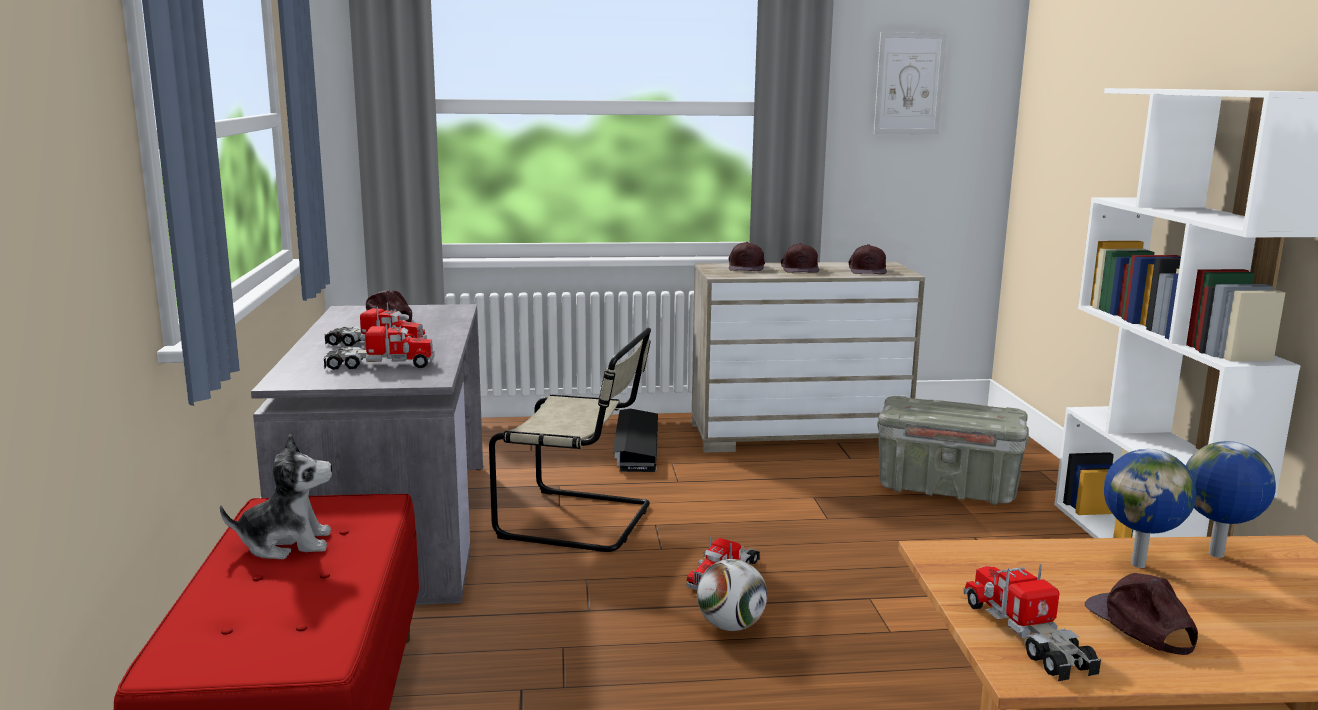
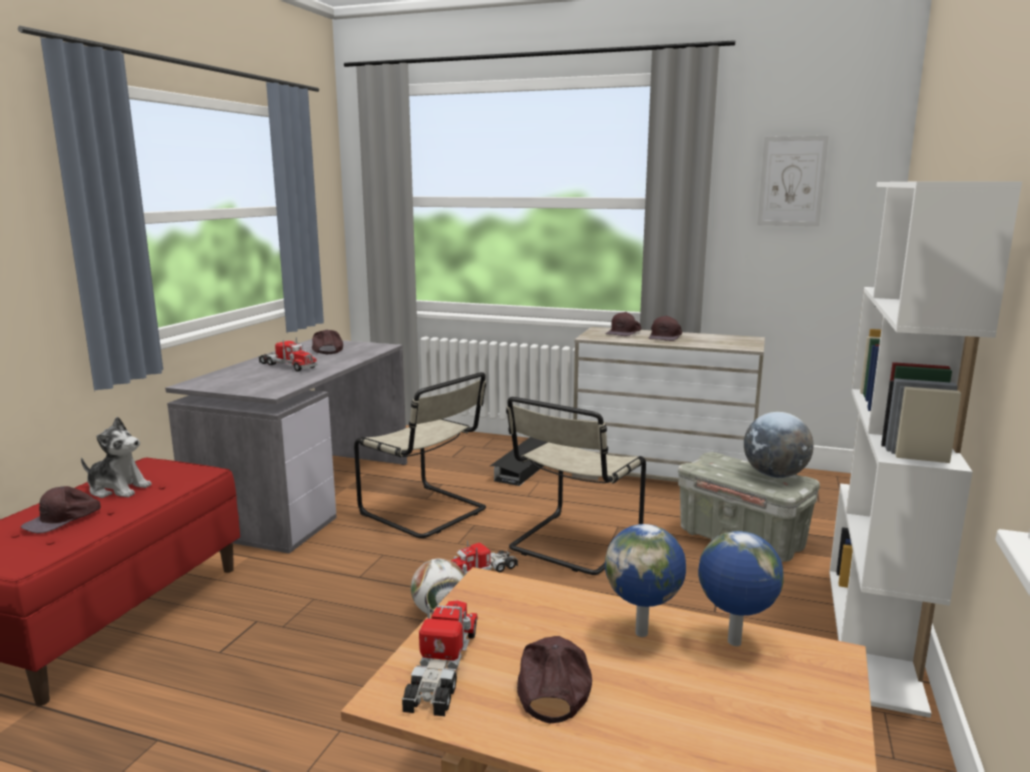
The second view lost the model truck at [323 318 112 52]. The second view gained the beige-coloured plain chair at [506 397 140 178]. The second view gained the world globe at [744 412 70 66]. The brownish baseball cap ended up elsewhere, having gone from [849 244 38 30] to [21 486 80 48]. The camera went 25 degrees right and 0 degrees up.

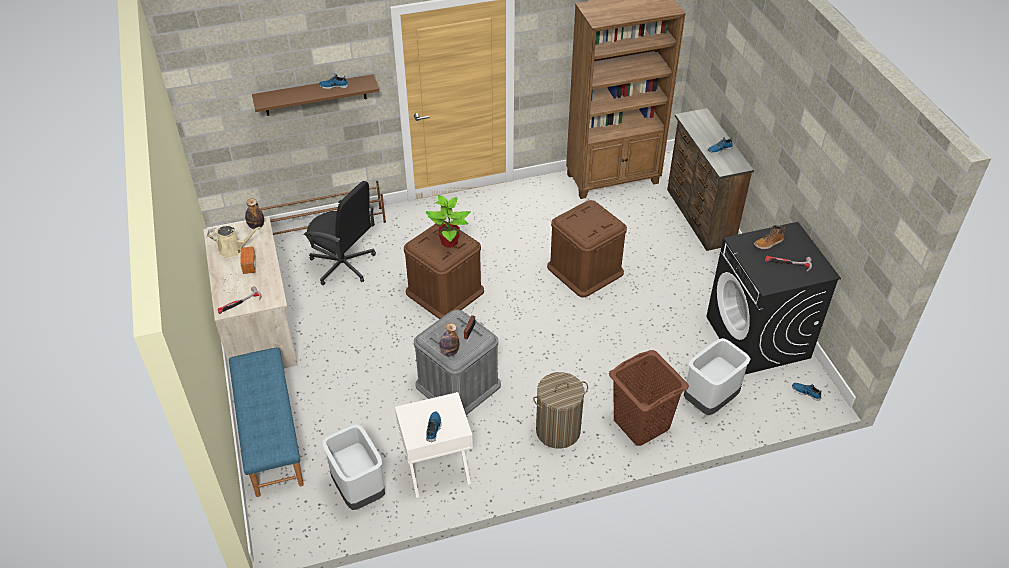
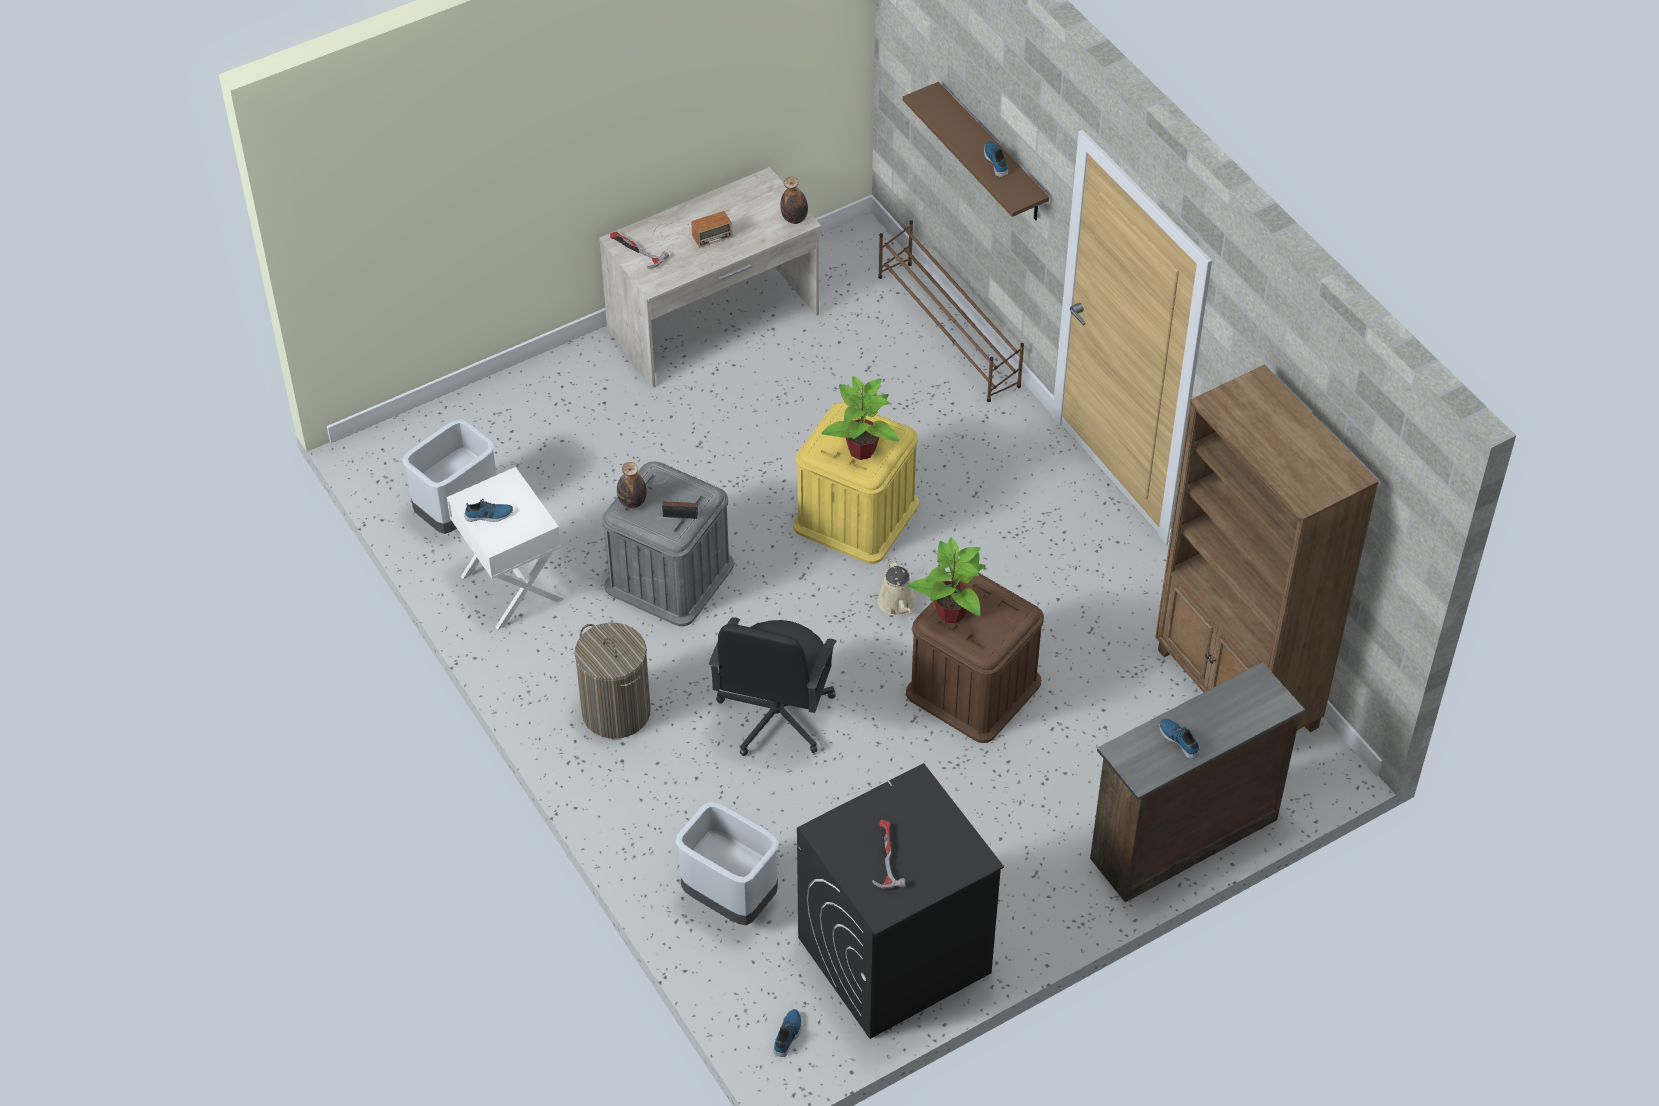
The second view lost the bluish bench at [229 347 75 150]. The second view lost the brownish washing basket at [609 350 80 96]. The second view lost the tall boot at [754 225 32 24]. The second view gained the potted plant at [907 537 79 86]. The beige-coloured sprinkling can ended up elsewhere, having gone from [207 226 53 32] to [878 556 38 60]. The black computer chair ended up elsewhere, having gone from [303 181 73 104] to [709 617 127 139]. What was the brownish storage container at [404 221 80 98] turned into the yellow-coloured storage container at [793 402 126 162]. The camera went 75 degrees right and 5 degrees up.

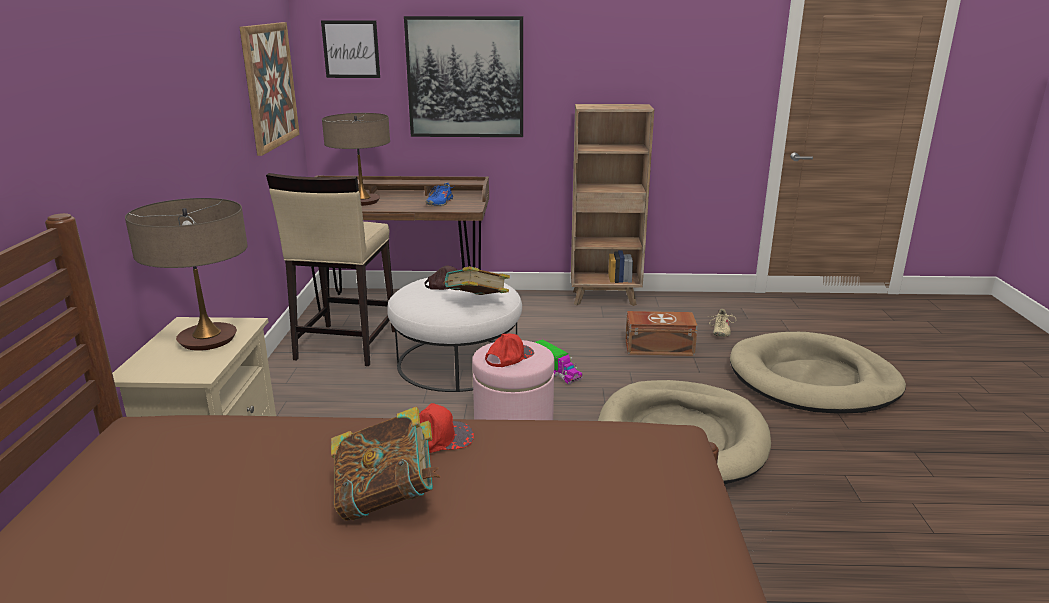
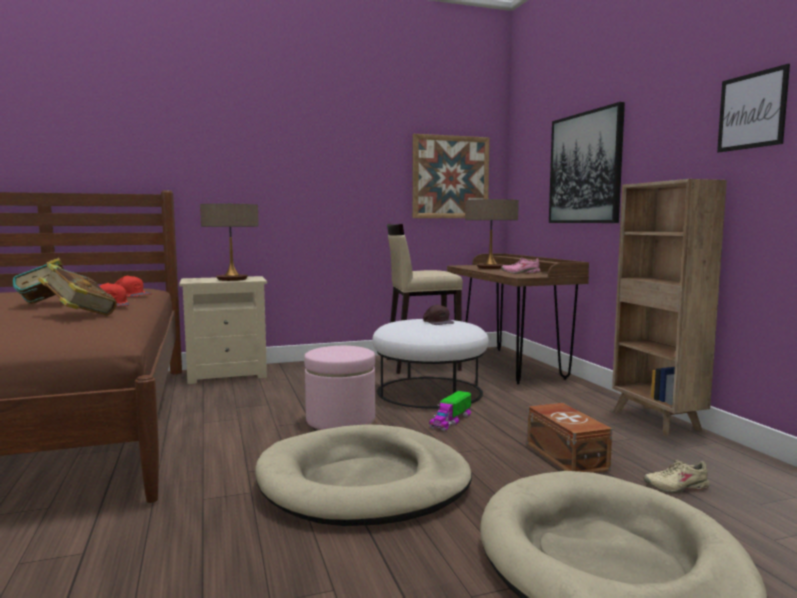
The picture ended up elsewhere, having gone from [321 20 59 58] to [717 64 73 88]. The volume ended up elsewhere, having gone from [444 266 66 29] to [38 263 79 53]. The red baseball cap ended up elsewhere, having gone from [485 334 49 33] to [115 275 37 22]. What was the bluish item of footwear at [426 182 27 24] turned into the pink item of footwear at [501 257 39 17]. The camera went 70 degrees right and 15 degrees down.

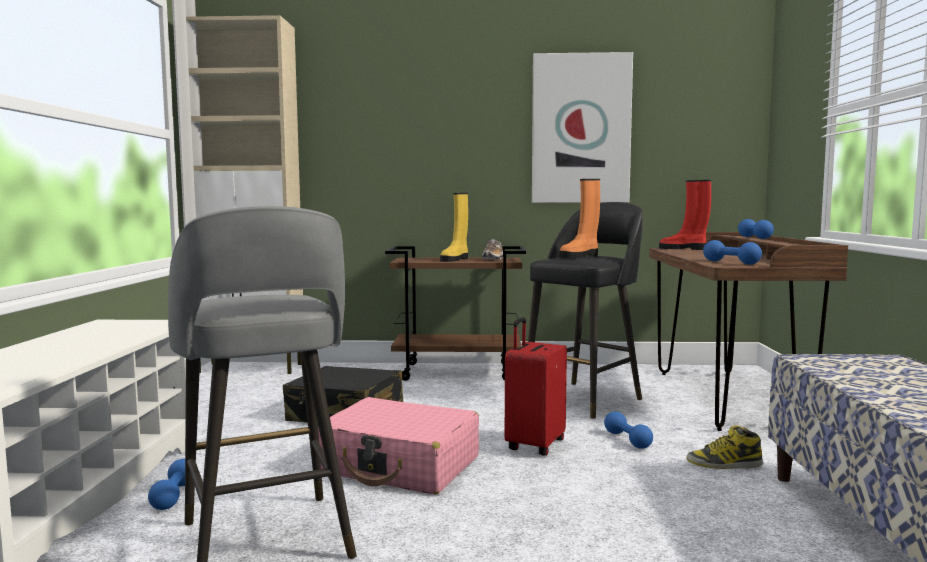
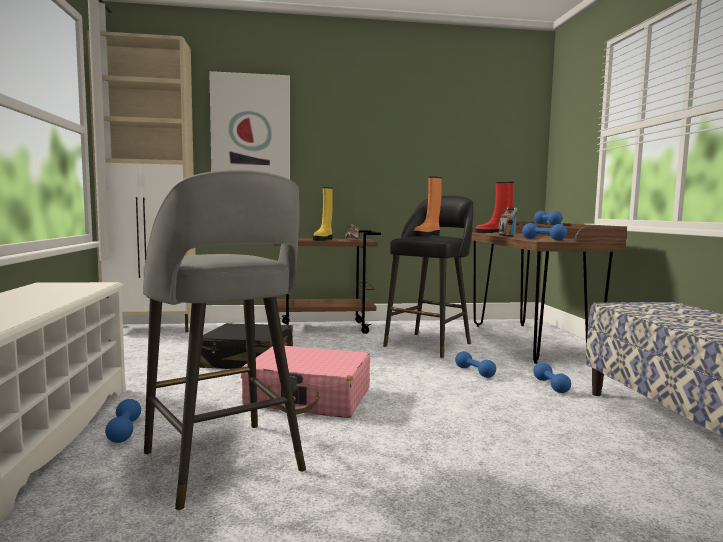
The second view lost the red piece of luggage at [505 317 62 139]. The second view gained the radio set at [499 207 19 30]. The picture ended up elsewhere, having gone from [532 52 101 151] to [209 71 81 109]. Where the tall boot stood at [686 425 77 44], the bluish free weight came to stand at [533 362 38 31]. The camera went 10 degrees left and 0 degrees up.

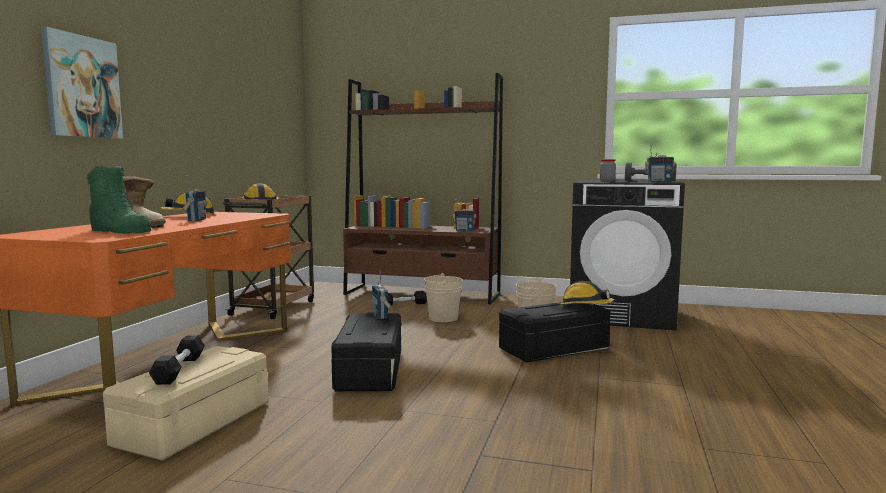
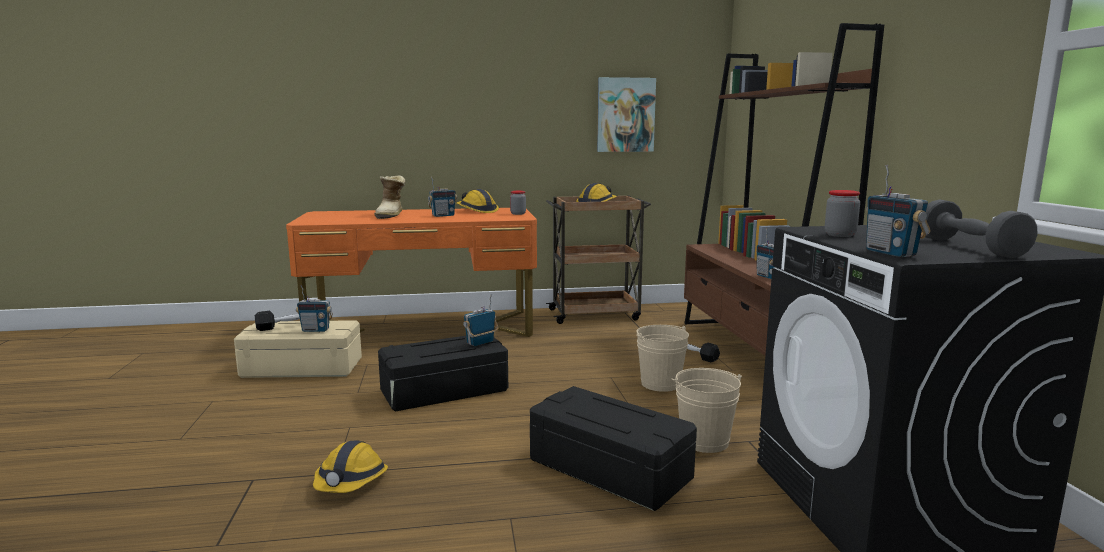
The second view lost the greenish tall boot at [87 166 65 68]. The second view gained the radio set at [296 285 37 47]. The second view gained the jar at [510 191 16 24]. The picture ended up elsewhere, having gone from [41 27 82 112] to [597 77 59 75]. The safety helmet ended up elsewhere, having gone from [561 281 53 24] to [313 440 75 53]. The camera went 65 degrees right and 5 degrees up.

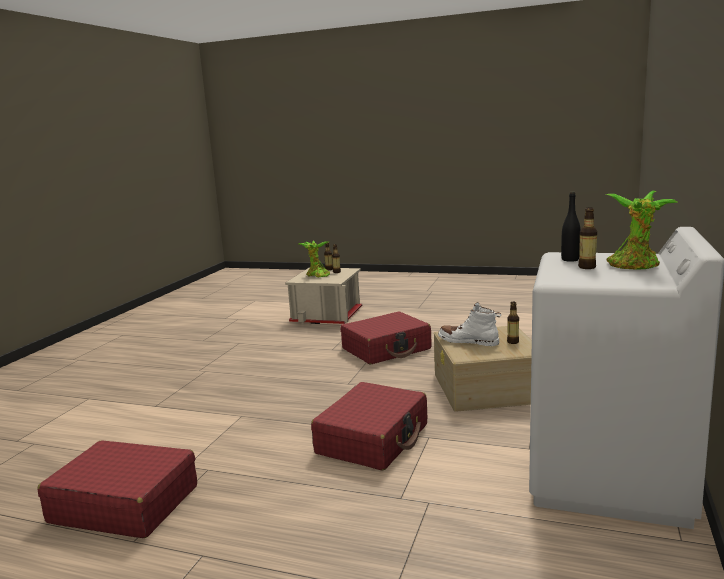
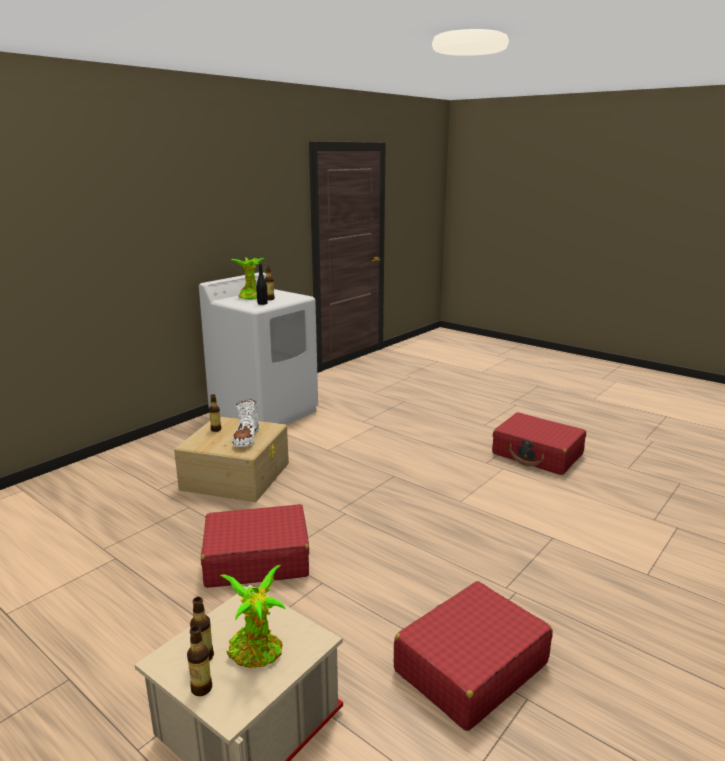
The red piece of luggage ended up elsewhere, having gone from [311 382 116 89] to [394 581 159 150]. The white tall boot at [438 302 63 44] ended up facing another way, 45 degrees clockwise from before. The camera went 160 degrees left and 5 degrees up.

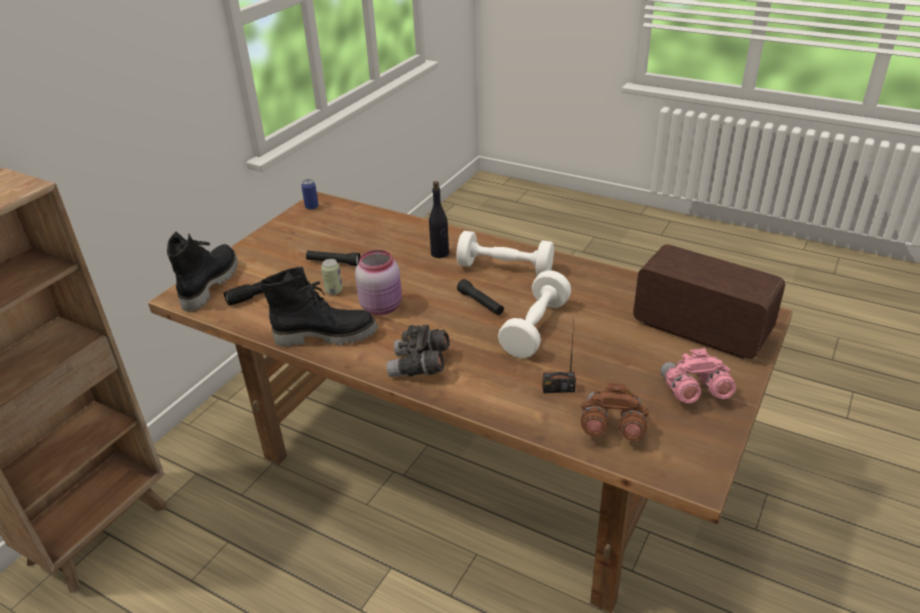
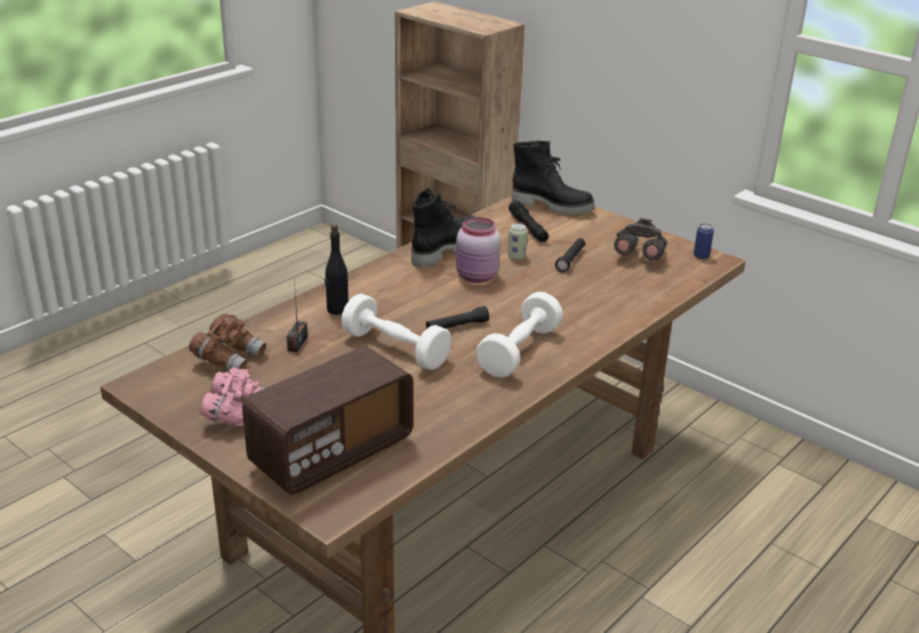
The gray binoculars ended up elsewhere, having gone from [387 325 63 52] to [614 218 53 42]. The black beverage bottle ended up elsewhere, having gone from [429 181 20 77] to [325 224 23 91]. The black tall boot at [260 267 118 80] ended up facing another way, 150 degrees counterclockwise from before. The camera went 100 degrees right and 5 degrees down.

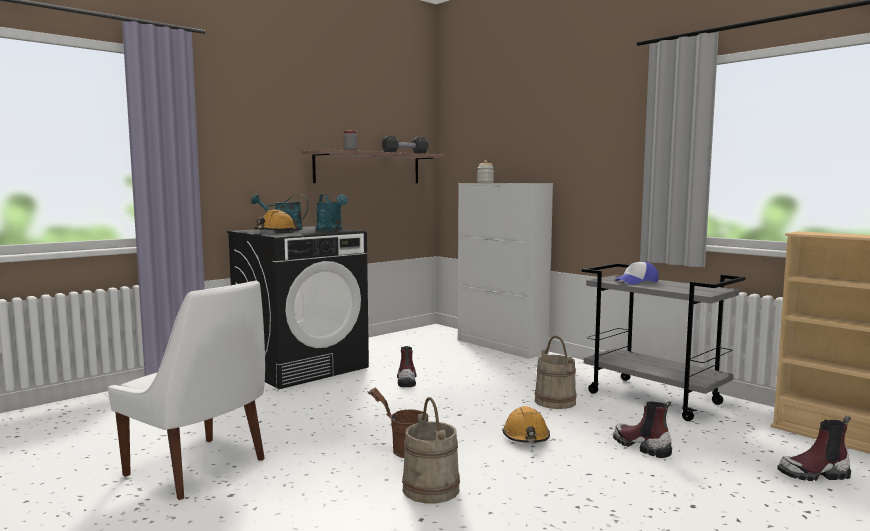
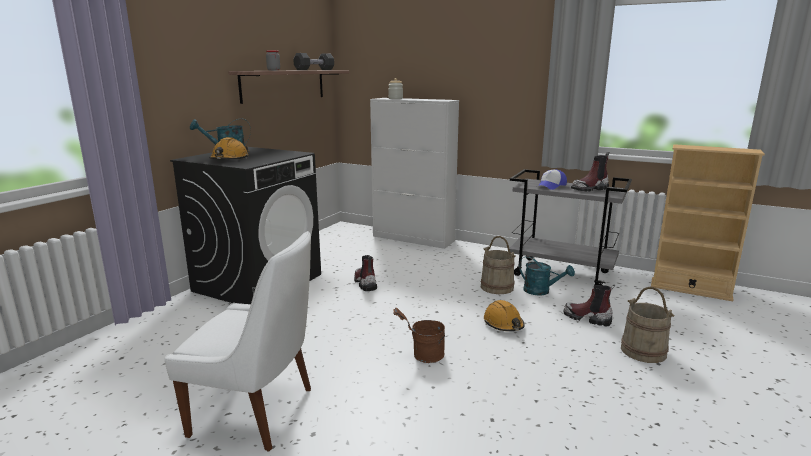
The blue-green sprinkling can ended up elsewhere, having gone from [316 194 32 37] to [519 256 56 40]. The beige-coloured water bucket ended up elsewhere, having gone from [402 397 58 106] to [621 287 54 76]. The tall boot ended up elsewhere, having gone from [777 416 74 65] to [571 152 39 39]. The camera went 20 degrees left and 10 degrees up.

